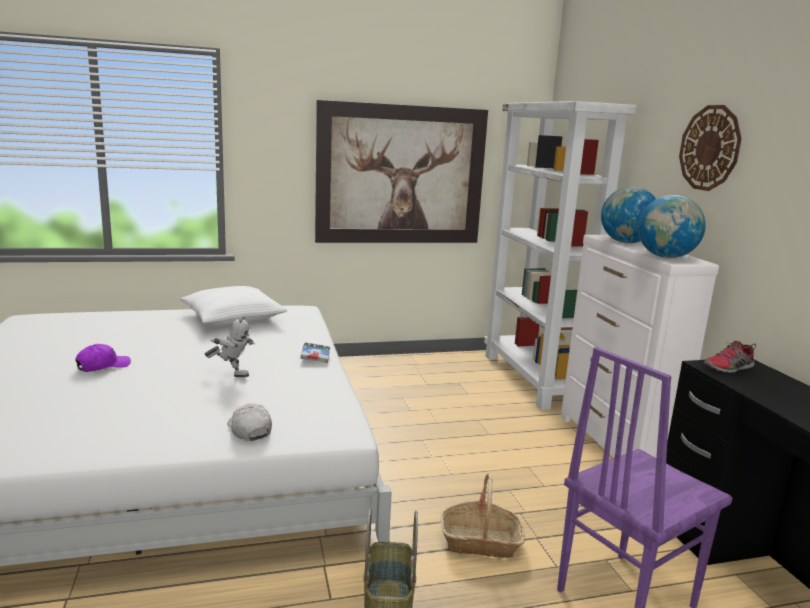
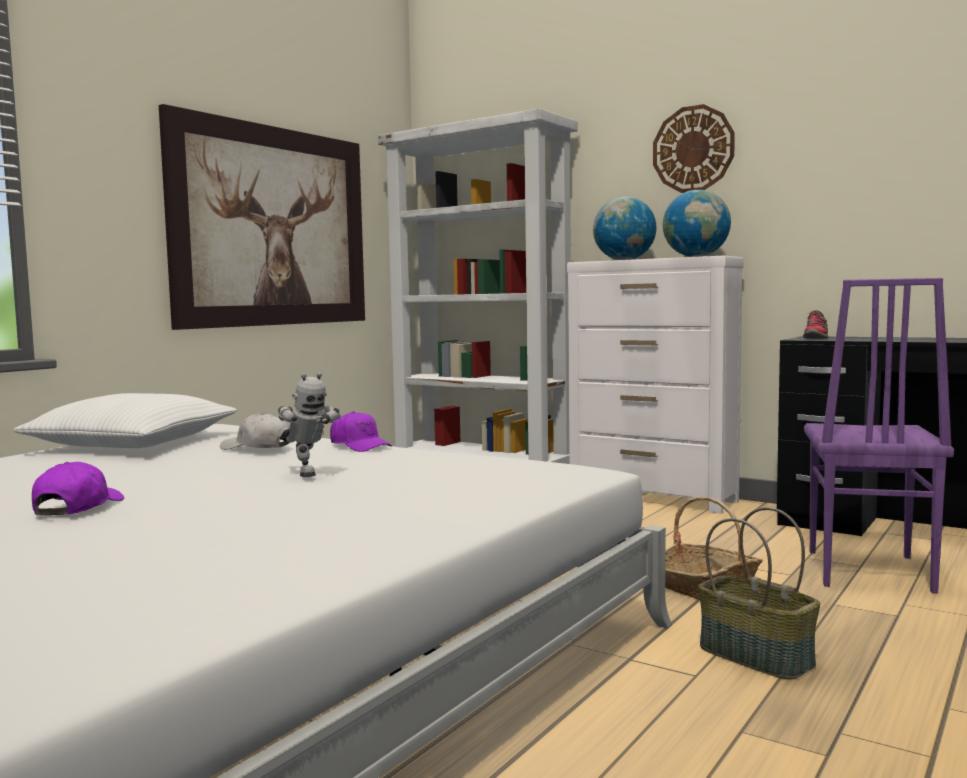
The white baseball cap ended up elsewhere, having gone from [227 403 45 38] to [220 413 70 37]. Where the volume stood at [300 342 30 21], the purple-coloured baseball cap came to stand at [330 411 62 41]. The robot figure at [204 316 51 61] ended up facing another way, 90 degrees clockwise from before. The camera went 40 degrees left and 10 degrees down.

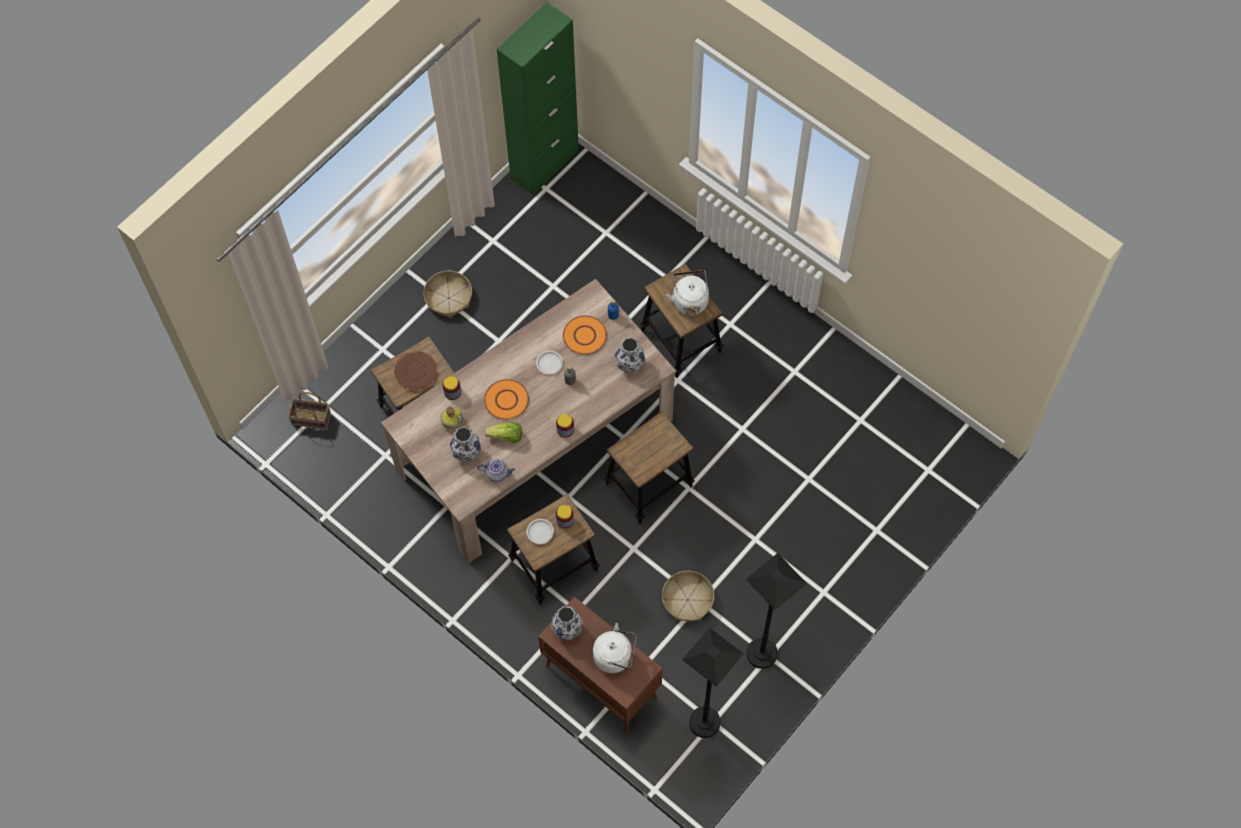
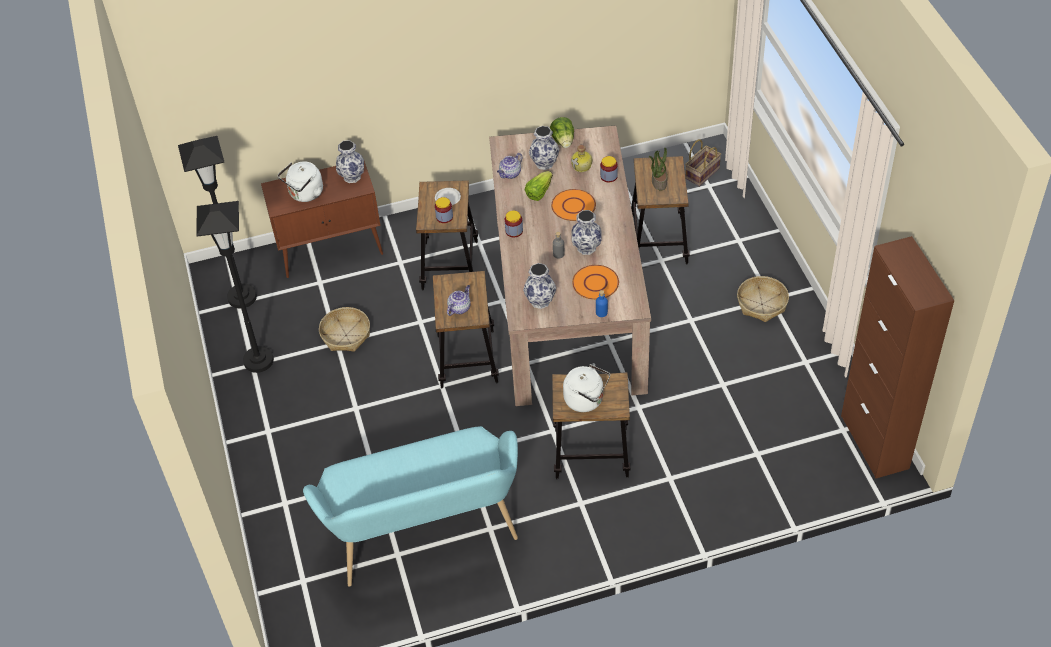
The second view gained the blue-green bench at [303 426 215 161]. The second view gained the tea pot at [447 285 24 31]. The second view gained the head of lettuce at [550 117 24 31]. Where the brownish flat dish stood at [394 351 44 39], the potted plant came to stand at [649 147 18 43]. Where the white flat dish stood at [536 351 27 23], the decorative vase came to stand at [571 210 31 45]. What was the greenish cupboard at [497 2 82 193] turned into the brownish cupboard at [841 236 113 243]. The camera went 125 degrees right and 15 degrees down.

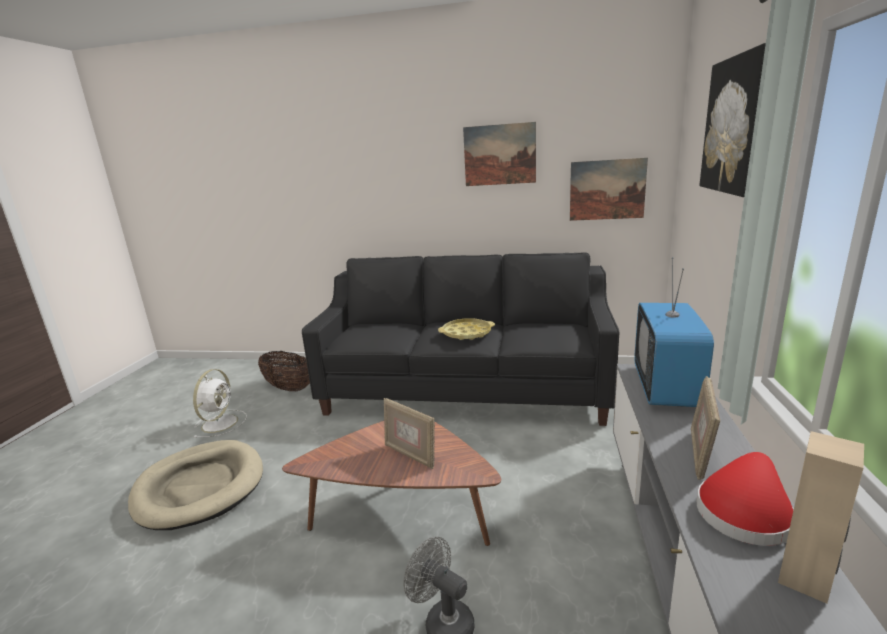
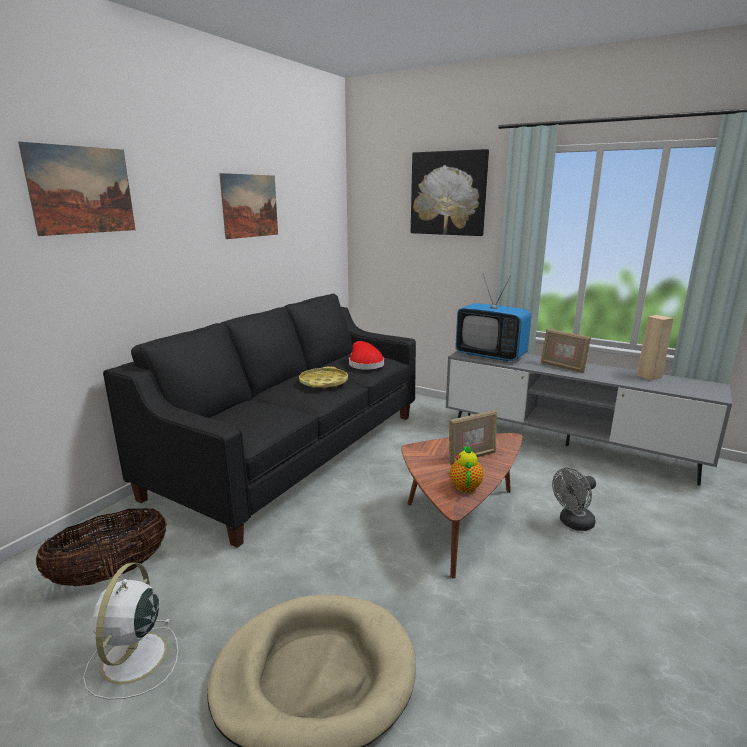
The second view gained the tea pot at [450 445 33 48]. The picture ended up elsewhere, having gone from [570 158 78 63] to [18 142 117 94]. The red wearable hat ended up elsewhere, having gone from [697 452 97 94] to [349 341 35 29]. The white electric fan at [193 369 54 69] ended up facing another way, 120 degrees counterclockwise from before. The camera went 70 degrees left and 0 degrees up.

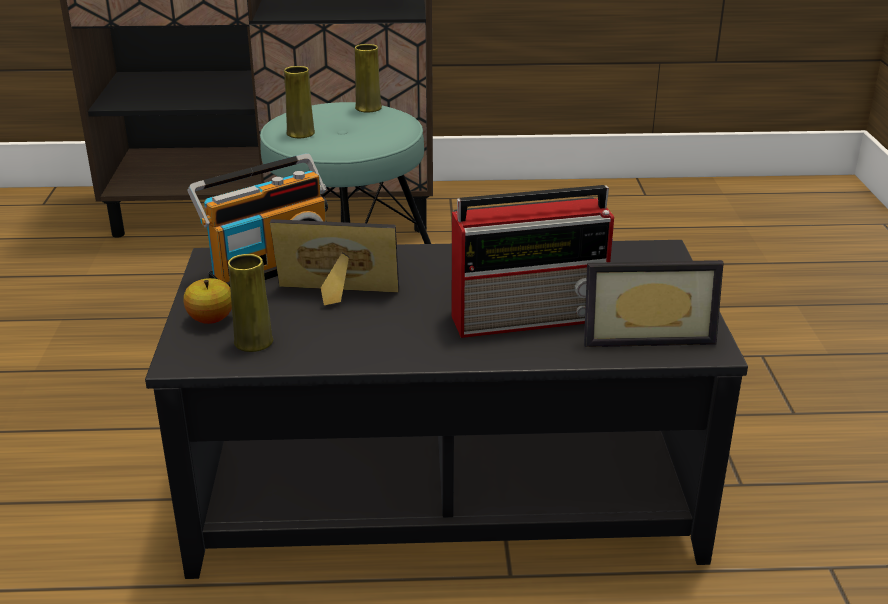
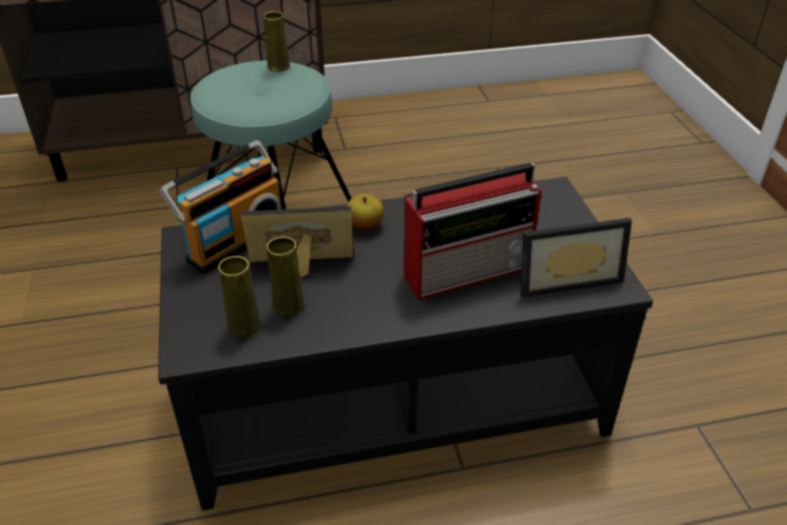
The whole apple ended up elsewhere, having gone from [183 278 49 46] to [347 194 37 36]. The yellow-coloured decorative vase ended up elsewhere, having gone from [284 66 31 72] to [266 237 39 79]. The camera went 10 degrees left and 10 degrees up.

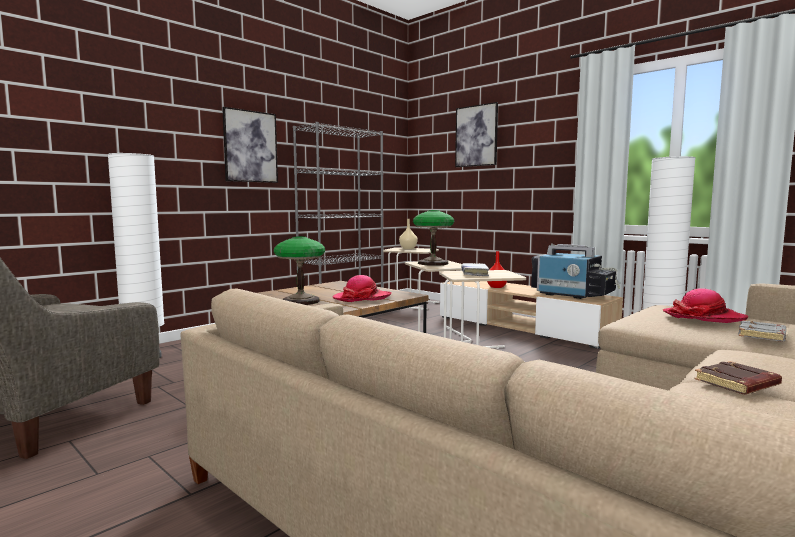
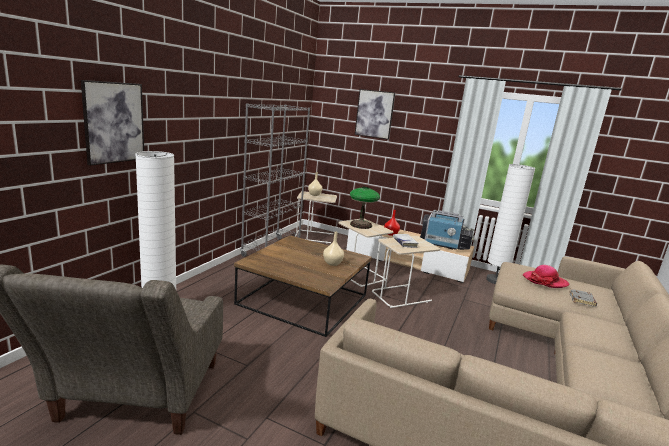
The second view lost the table lamp at [274 236 51 69]. The second view lost the brownish volume at [695 361 87 33]. The picture ended up elsewhere, having gone from [222 107 56 76] to [81 80 63 86]. Where the wearable hat stood at [333 275 59 27], the beige-coloured decorative vase came to stand at [323 231 21 35]. The camera went 20 degrees left and 10 degrees up.

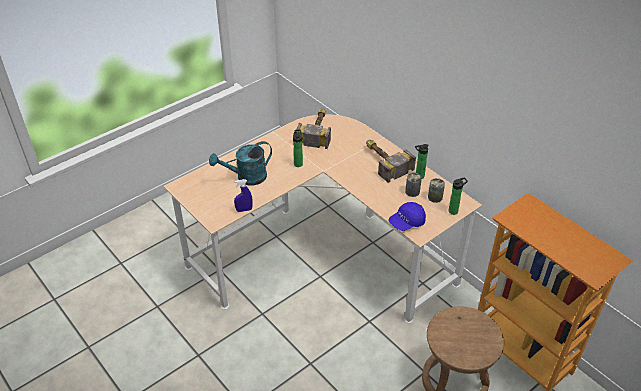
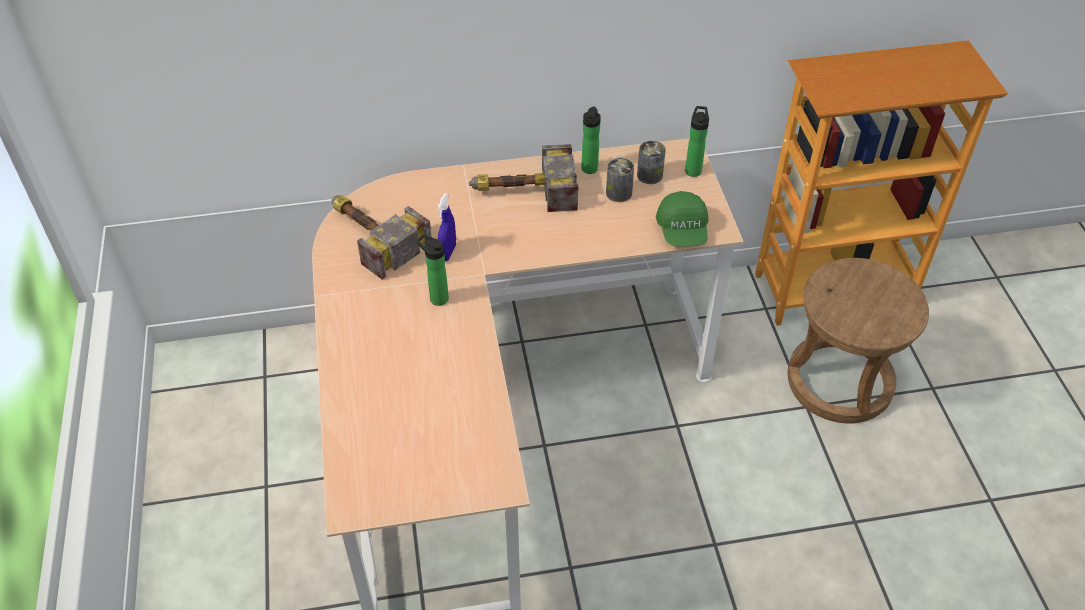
The second view lost the blue-green sprinkling can at [209 141 63 44]. The bluish spray bottle ended up elsewhere, having gone from [234 179 19 33] to [437 193 19 69]. What was the bluish baseball cap at [388 202 38 29] turned into the greenish baseball cap at [656 191 52 55]. The camera went 60 degrees left and 5 degrees up.

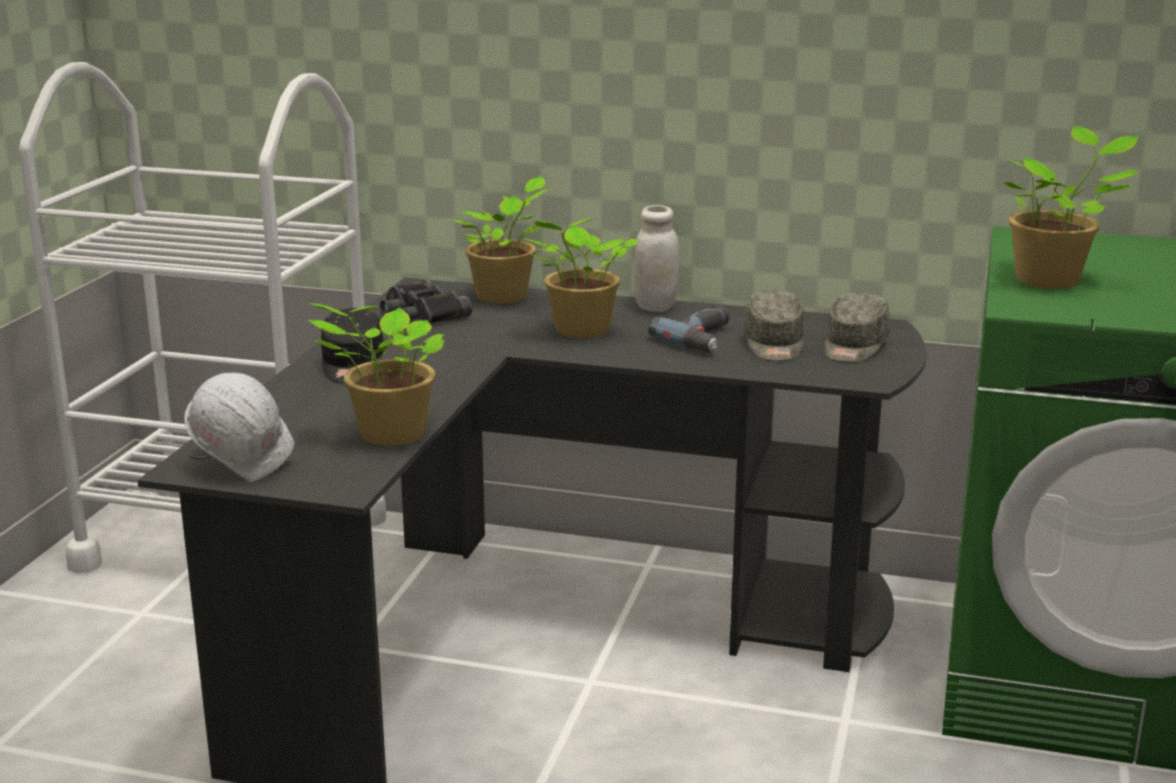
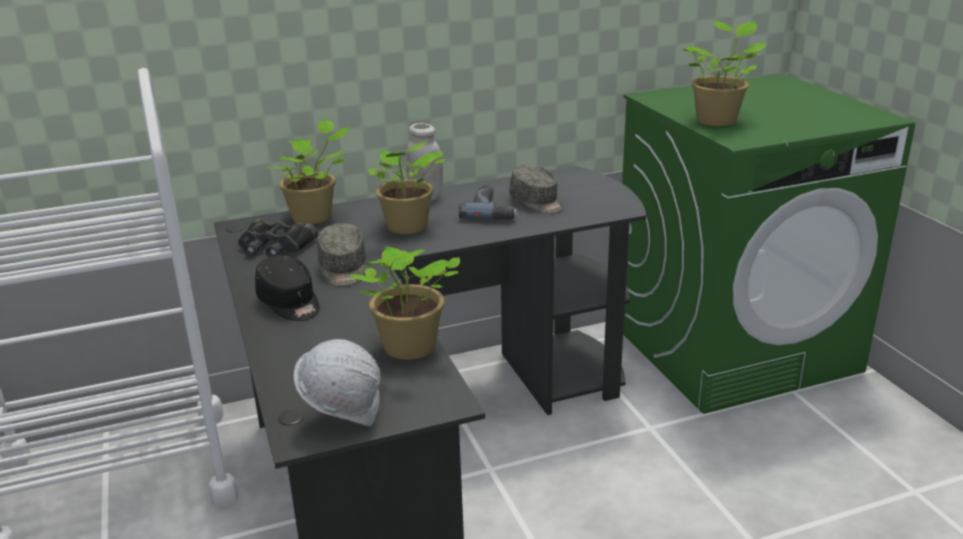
The gray baseball cap ended up elsewhere, having gone from [824 292 66 70] to [317 223 49 63]. The camera went 35 degrees left and 5 degrees up.

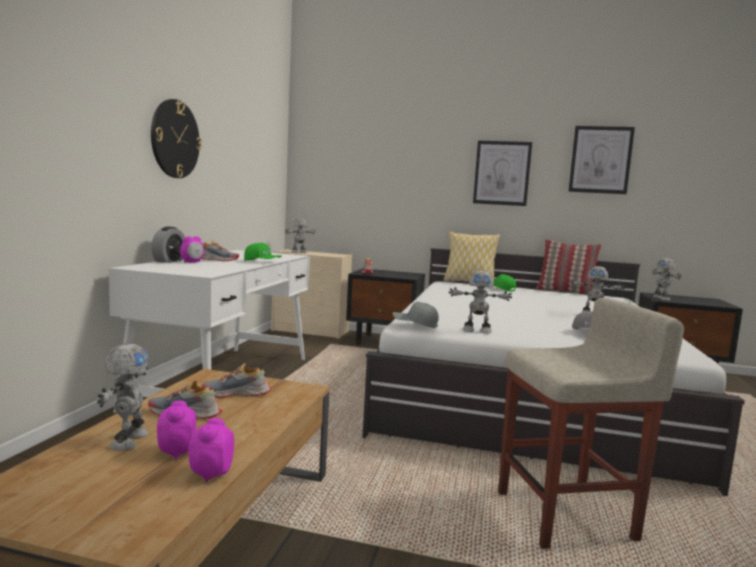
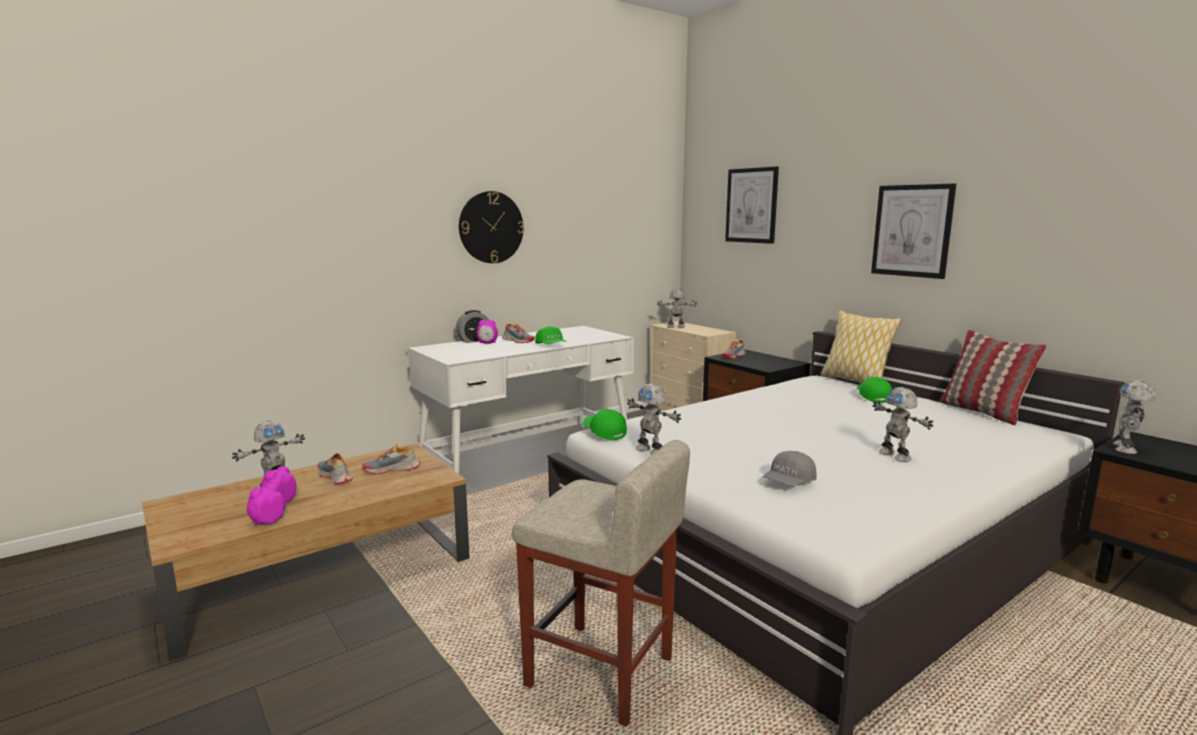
The picture ended up elsewhere, having gone from [568 126 67 68] to [725 166 54 78]. What was the gray baseball cap at [392 302 47 26] turned into the greenish baseball cap at [583 409 44 32]. The item of footwear at [202 363 69 35] ended up facing another way, 45 degrees counterclockwise from before. The camera went 40 degrees right and 5 degrees up.

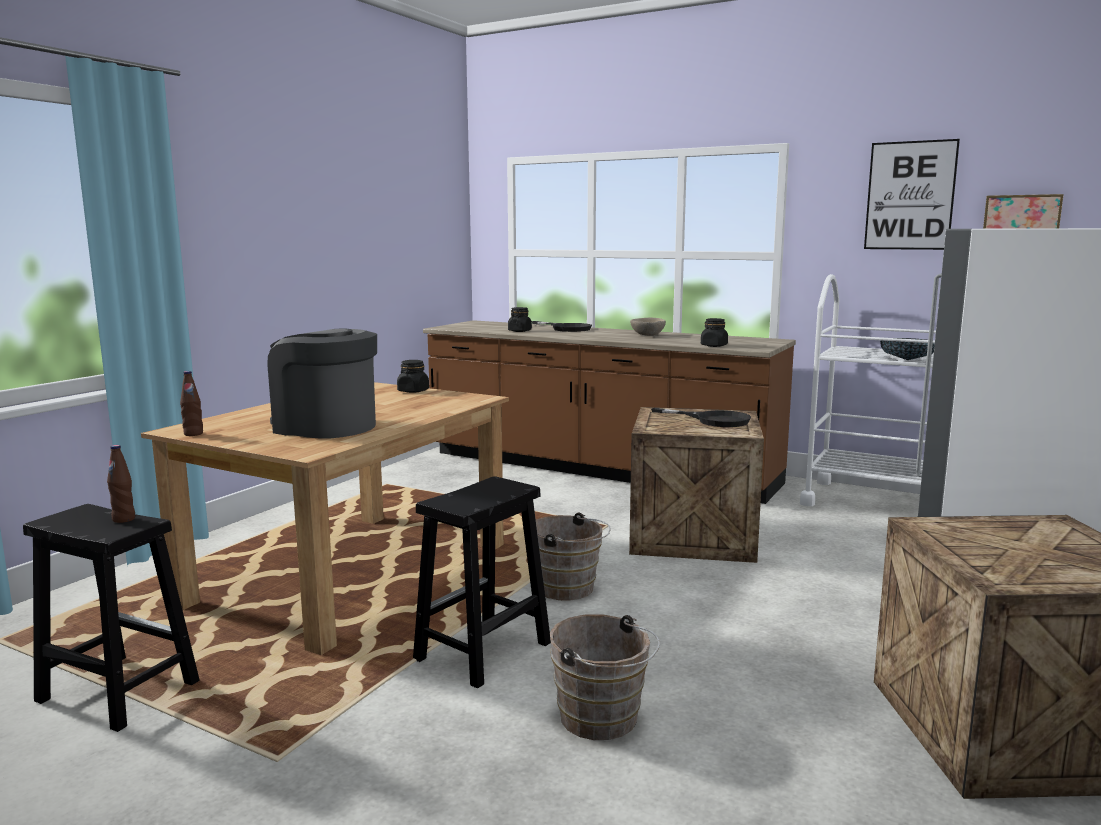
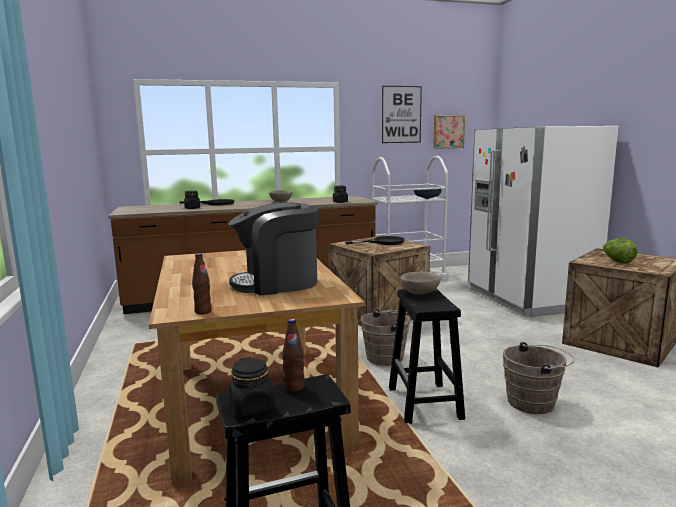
The second view gained the beige-coloured bowl at [400 272 41 22]. The second view gained the head of lettuce at [602 238 36 26]. The black jar ended up elsewhere, having gone from [397 360 32 33] to [229 357 45 60]. The camera went 45 degrees left and 0 degrees up.

